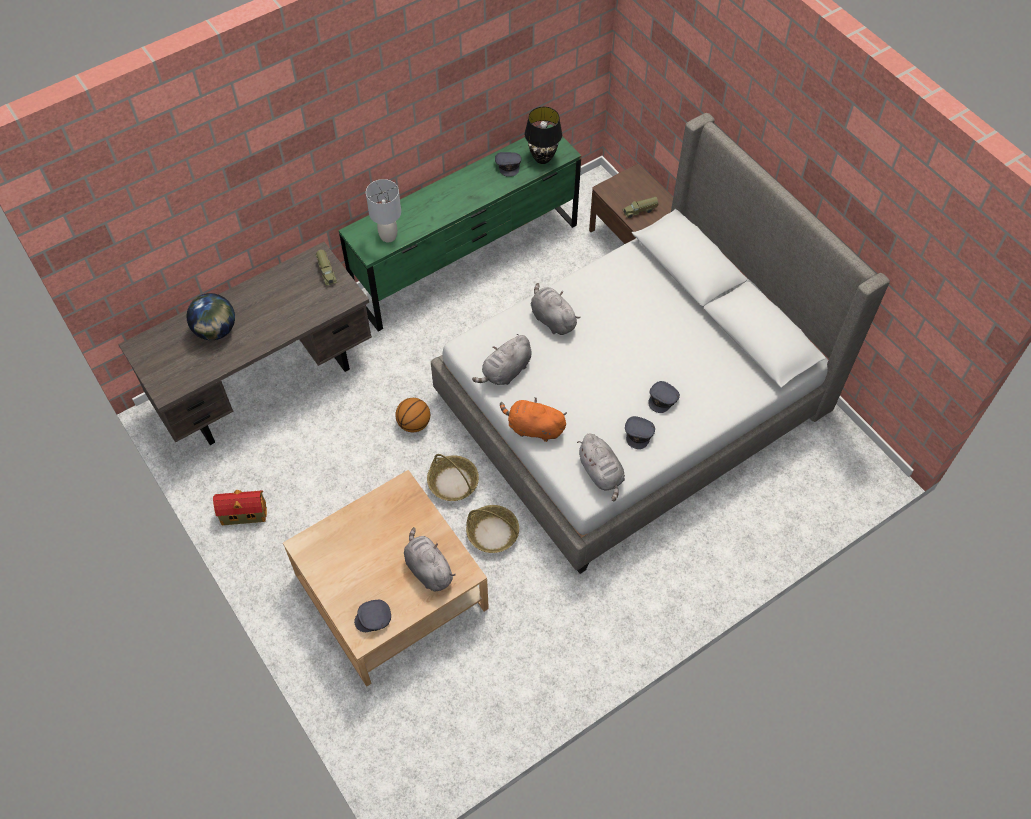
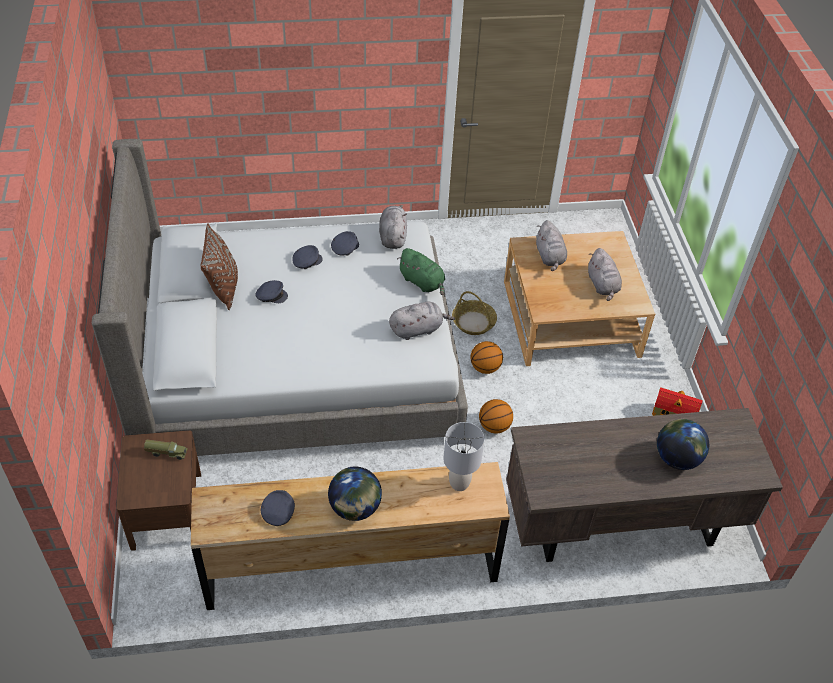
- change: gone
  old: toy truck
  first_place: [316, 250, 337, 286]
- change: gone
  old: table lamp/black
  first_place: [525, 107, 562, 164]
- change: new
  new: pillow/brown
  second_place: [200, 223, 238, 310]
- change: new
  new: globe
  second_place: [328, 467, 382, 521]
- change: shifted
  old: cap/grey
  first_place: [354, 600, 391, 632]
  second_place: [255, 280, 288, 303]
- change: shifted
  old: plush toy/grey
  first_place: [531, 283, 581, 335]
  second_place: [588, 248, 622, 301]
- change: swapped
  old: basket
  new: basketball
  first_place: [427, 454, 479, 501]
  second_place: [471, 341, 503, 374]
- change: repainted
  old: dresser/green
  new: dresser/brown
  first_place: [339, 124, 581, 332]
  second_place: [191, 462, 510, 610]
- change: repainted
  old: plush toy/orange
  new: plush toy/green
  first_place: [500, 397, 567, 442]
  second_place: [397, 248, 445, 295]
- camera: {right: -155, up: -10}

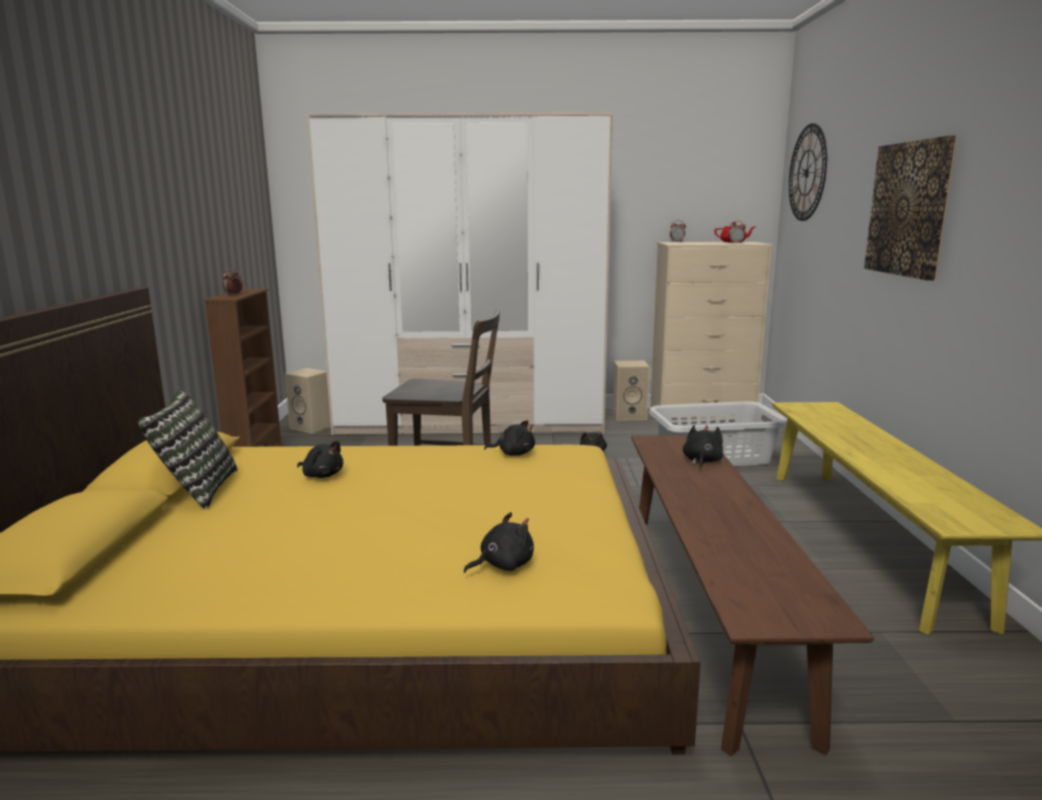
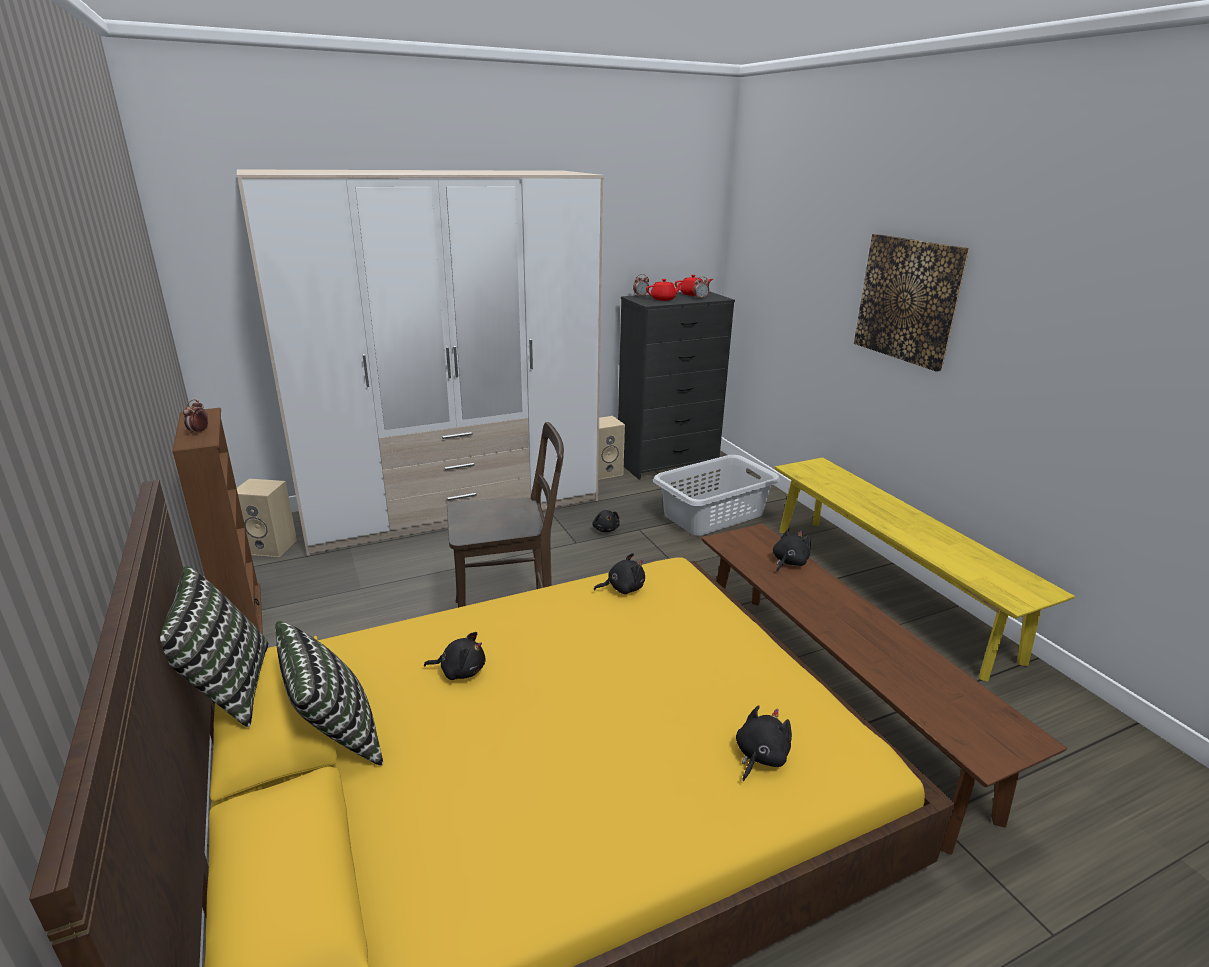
- change: gone
  old: wall clock
  first_place: [789, 123, 827, 221]
- change: new
  new: pillow
  second_place: [160, 566, 269, 727]
- change: new
  new: teapot/red
  second_place: [646, 279, 683, 301]
- change: repainted
  old: dresser/beige
  new: dresser/black
  first_place: [651, 242, 773, 418]
  second_place: [618, 291, 735, 480]
- change: rotated
  old: plush toy/black
  first_place: [683, 425, 723, 469]
  second_place: [773, 528, 811, 572]
  degrees: 45
- camera: {right: -25, up: 10}

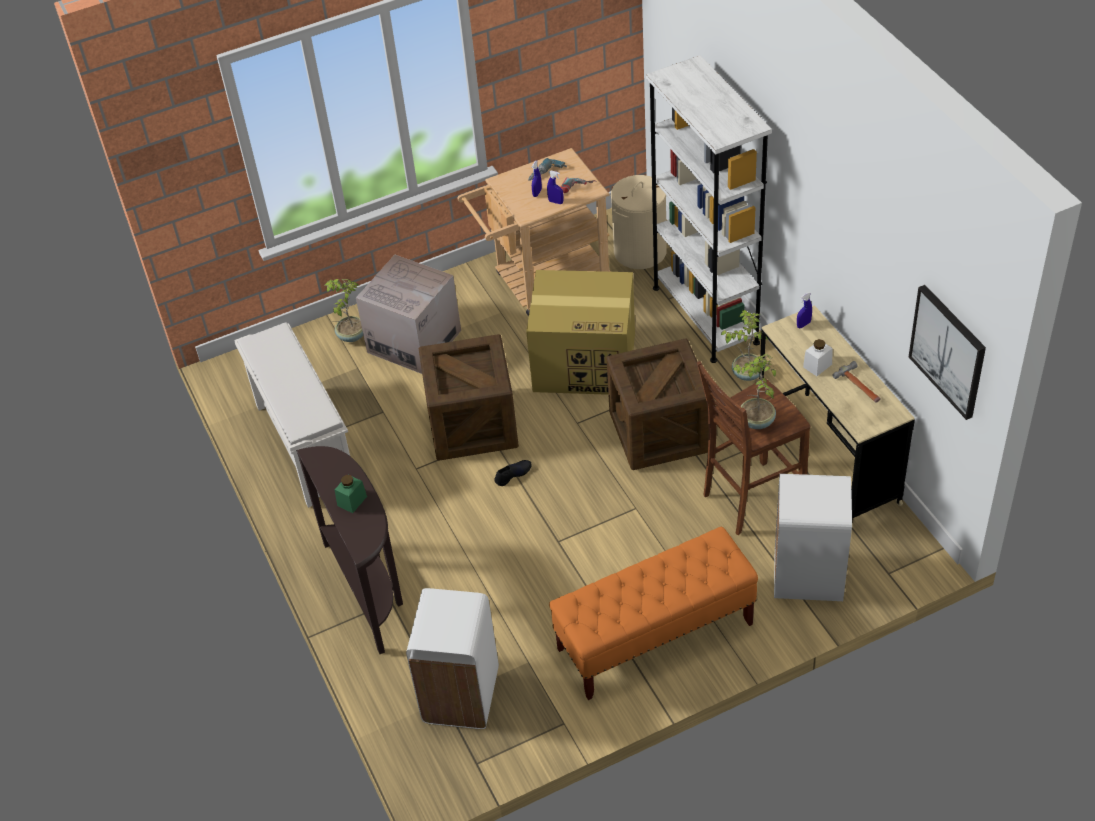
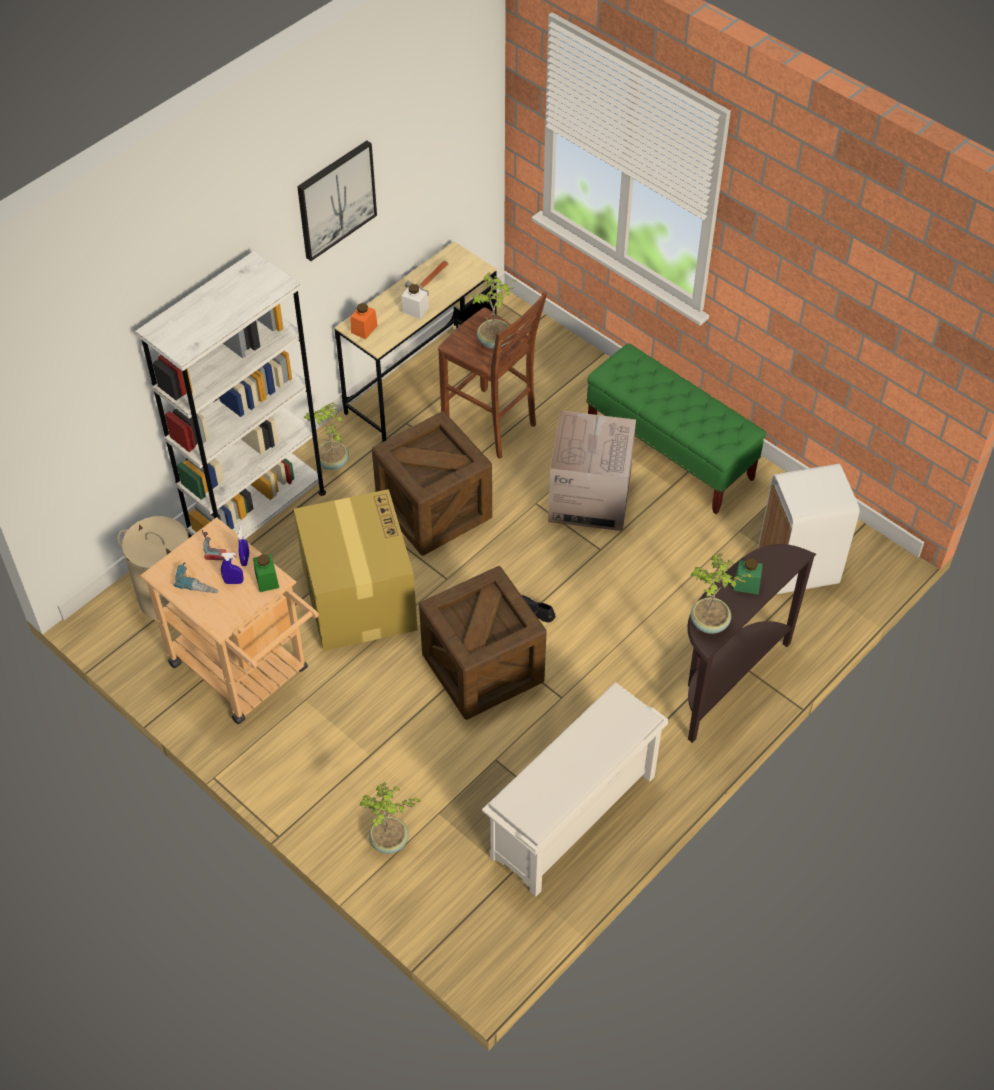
- change: gone
  old: trash can/white
  first_place: [774, 474, 852, 601]
- change: new
  new: jar/green
  second_place: [253, 554, 279, 592]
- change: new
  new: potted plant
  second_place: [690, 553, 753, 634]
- change: shifted
  old: cardboard box
  first_place: [356, 255, 461, 374]
  second_place: [548, 411, 636, 531]
- change: shifted
  old: picture
  first_place: [909, 285, 986, 420]
  second_place: [297, 140, 377, 261]
- change: swapped
  old: spray bottle/blue
  new: jar/orange
  first_place: [797, 292, 812, 329]
  second_place: [350, 303, 378, 339]
- change: repainted
  old: bench/orange
  new: bench/green
  first_place: [549, 527, 758, 700]
  second_place: [586, 344, 766, 514]
- camera: {right: -115, up: 5}

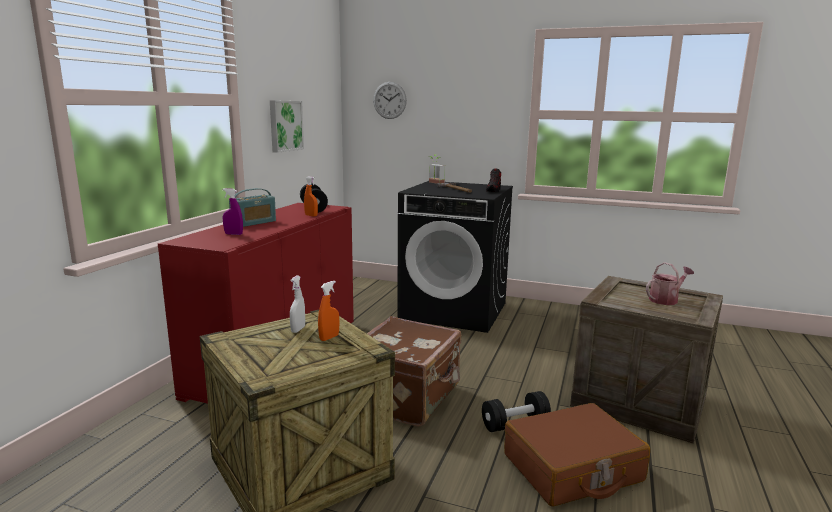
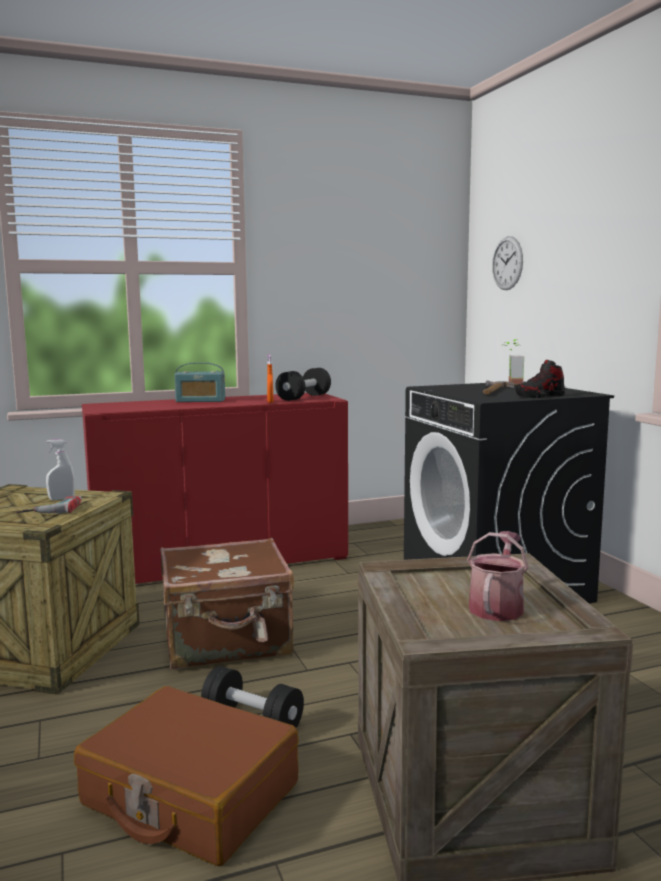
- change: gone
  old: spray bottle/purple
  first_place: [223, 188, 243, 235]
- change: gone
  old: picture
  first_place: [270, 100, 304, 153]
- change: swapped
  old: spray bottle/orange
  new: power drill
  first_place: [318, 281, 339, 341]
  second_place: [16, 496, 82, 514]
- change: rotated
  old: watering can
  first_place: [646, 262, 694, 305]
  second_place: [467, 531, 529, 621]
  degrees: -90
- camera: {right: 50, up: -5}

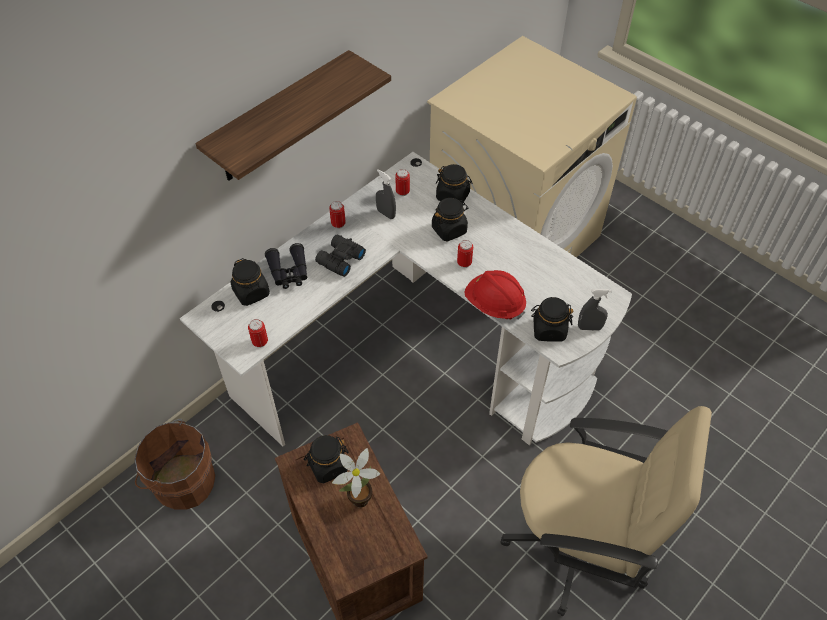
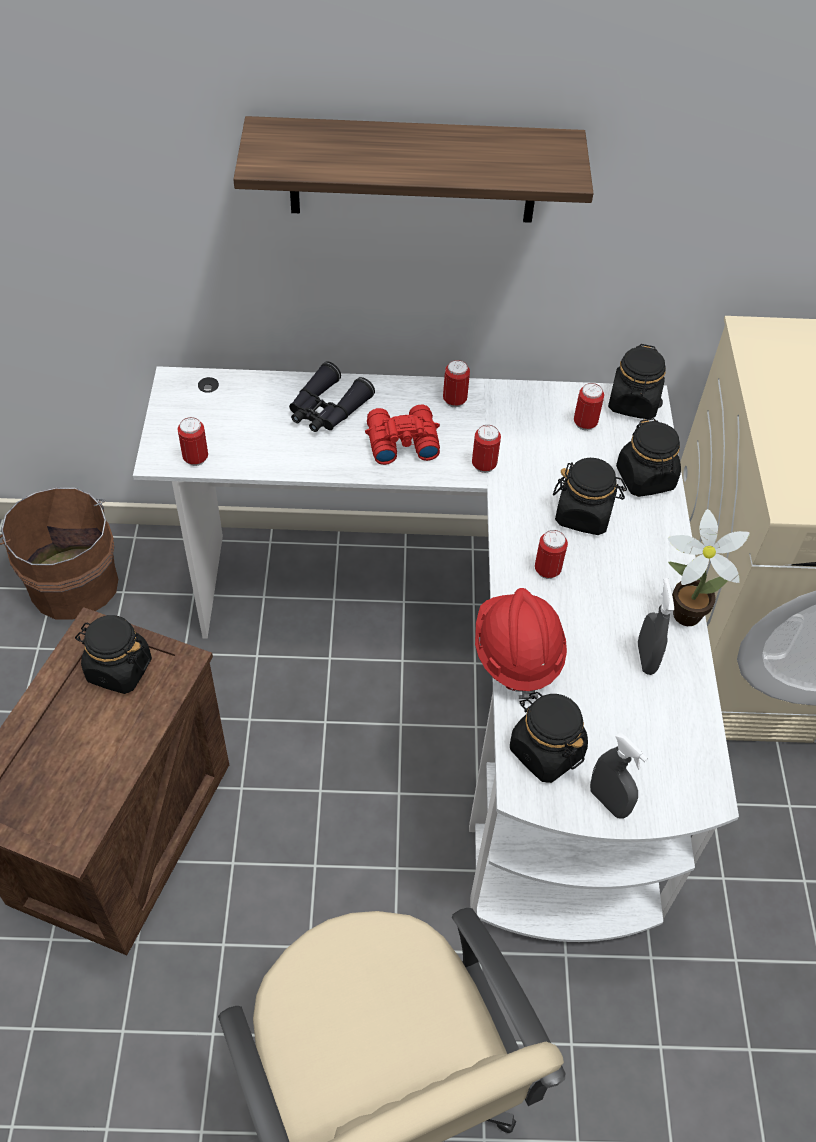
- change: new
  new: can
  second_place: [472, 425, 501, 473]
- change: shifted
  old: jar/black
  first_place: [230, 258, 270, 306]
  second_place: [608, 344, 666, 419]
- change: shifted
  old: potted plant
  first_place: [332, 448, 380, 508]
  second_place: [668, 509, 750, 626]
- change: shifted
  old: spray bottle/grey
  first_place: [376, 169, 396, 219]
  second_place: [638, 578, 674, 675]
- change: repainted
  old: binoculars/black
  new: binoculars/red
  first_place: [315, 235, 366, 277]
  second_place: [365, 405, 440, 465]
- camera: {right: 45, up: 0}

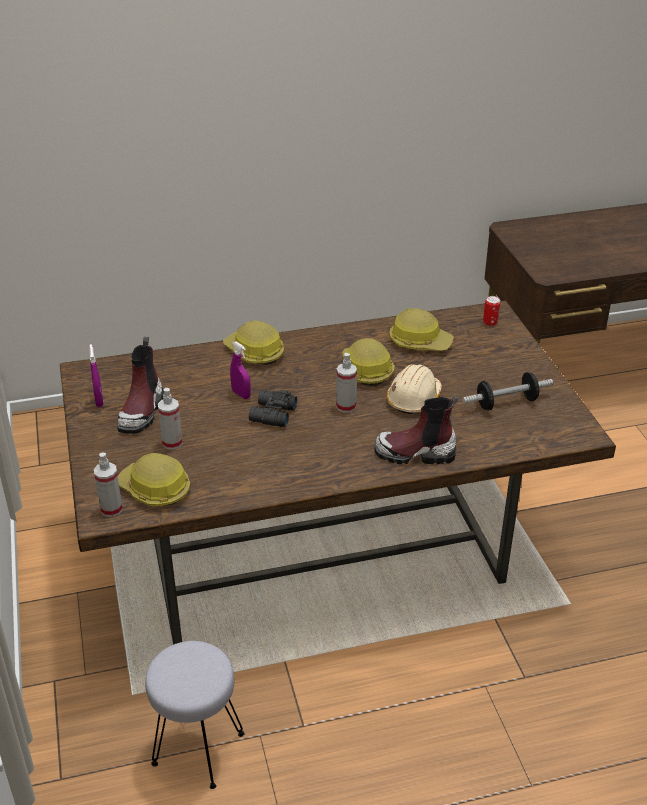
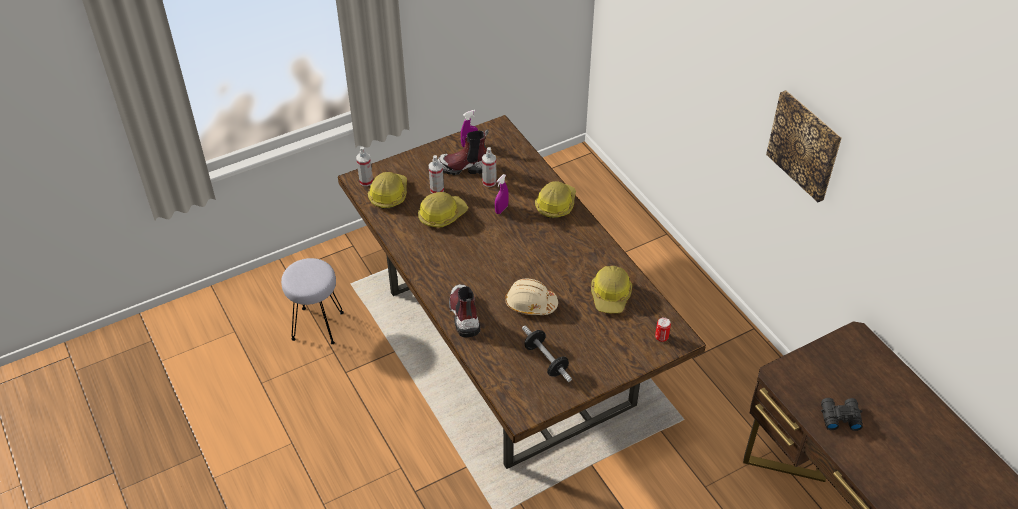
- change: new
  new: picture
  second_place: [766, 90, 841, 202]
- change: shifted
  old: binoculars/black
  first_place: [249, 390, 297, 427]
  second_place: [821, 398, 863, 431]
- change: shifted
  old: spray bottle
  first_place: [336, 353, 357, 413]
  second_place: [482, 147, 497, 187]
- change: shifted
  old: hard hat
  first_place: [342, 338, 395, 386]
  second_place: [418, 192, 468, 228]
- camera: {right: 75, up: 10}

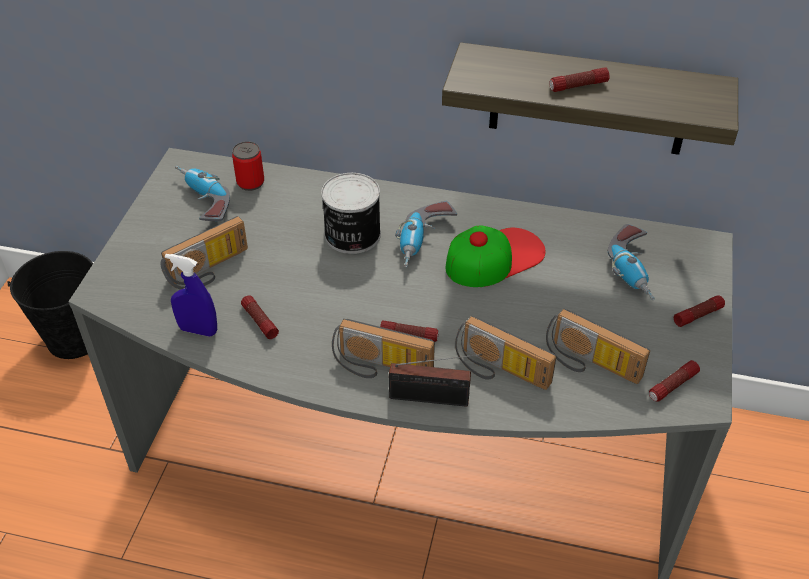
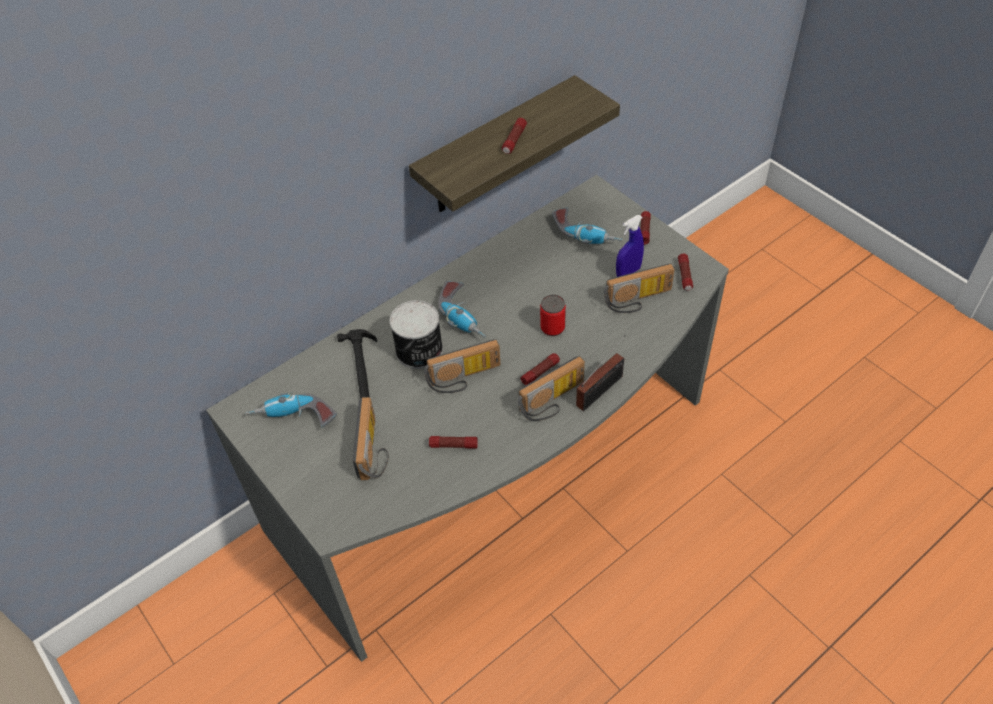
- change: gone
  old: bucket/black
  first_place: [8, 251, 93, 359]
- change: gone
  old: cap
  first_place: [445, 225, 546, 287]
- change: new
  new: hammer
  second_place: [337, 329, 377, 399]
- change: shifted
  old: spray bottle/blue
  first_place: [165, 254, 217, 337]
  second_place: [616, 215, 644, 277]
- change: shifted
  old: can
  first_place: [232, 141, 264, 191]
  second_place: [540, 295, 566, 336]
- change: shifted
  old: radio
  first_place: [455, 316, 556, 390]
  second_place: [424, 339, 500, 393]
- camera: {right: -50, up: 5}

